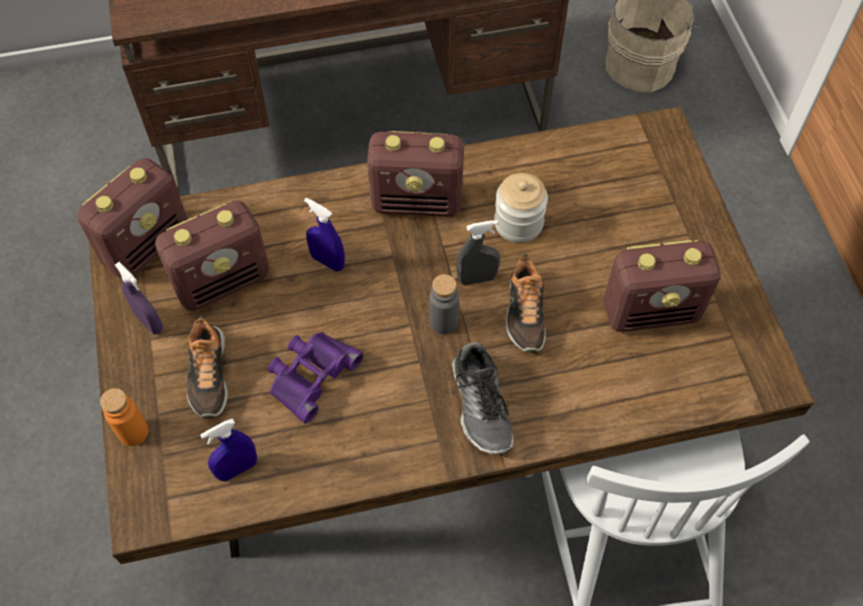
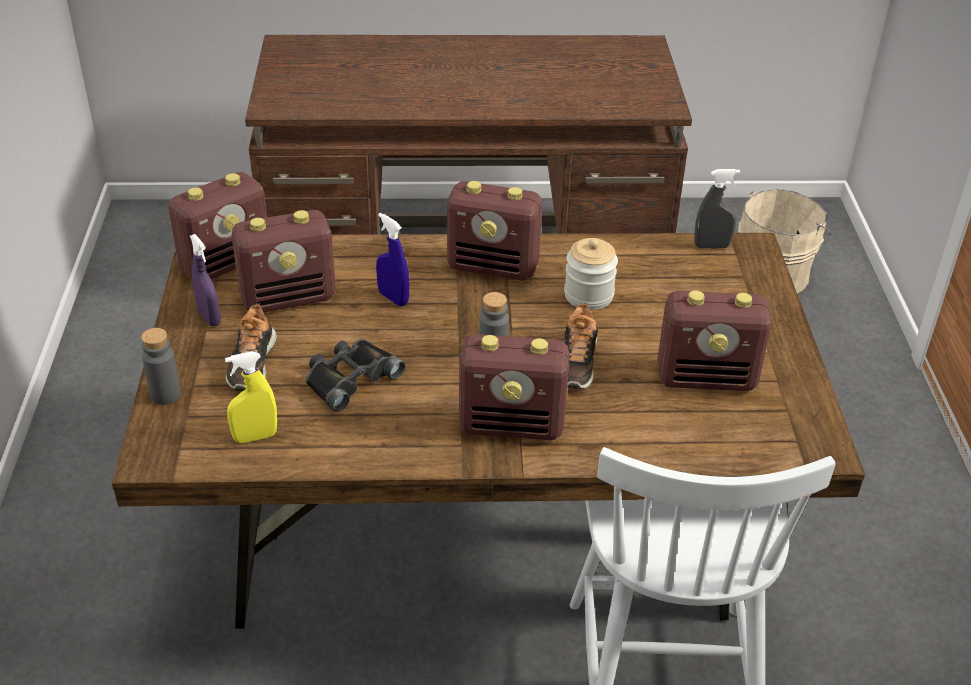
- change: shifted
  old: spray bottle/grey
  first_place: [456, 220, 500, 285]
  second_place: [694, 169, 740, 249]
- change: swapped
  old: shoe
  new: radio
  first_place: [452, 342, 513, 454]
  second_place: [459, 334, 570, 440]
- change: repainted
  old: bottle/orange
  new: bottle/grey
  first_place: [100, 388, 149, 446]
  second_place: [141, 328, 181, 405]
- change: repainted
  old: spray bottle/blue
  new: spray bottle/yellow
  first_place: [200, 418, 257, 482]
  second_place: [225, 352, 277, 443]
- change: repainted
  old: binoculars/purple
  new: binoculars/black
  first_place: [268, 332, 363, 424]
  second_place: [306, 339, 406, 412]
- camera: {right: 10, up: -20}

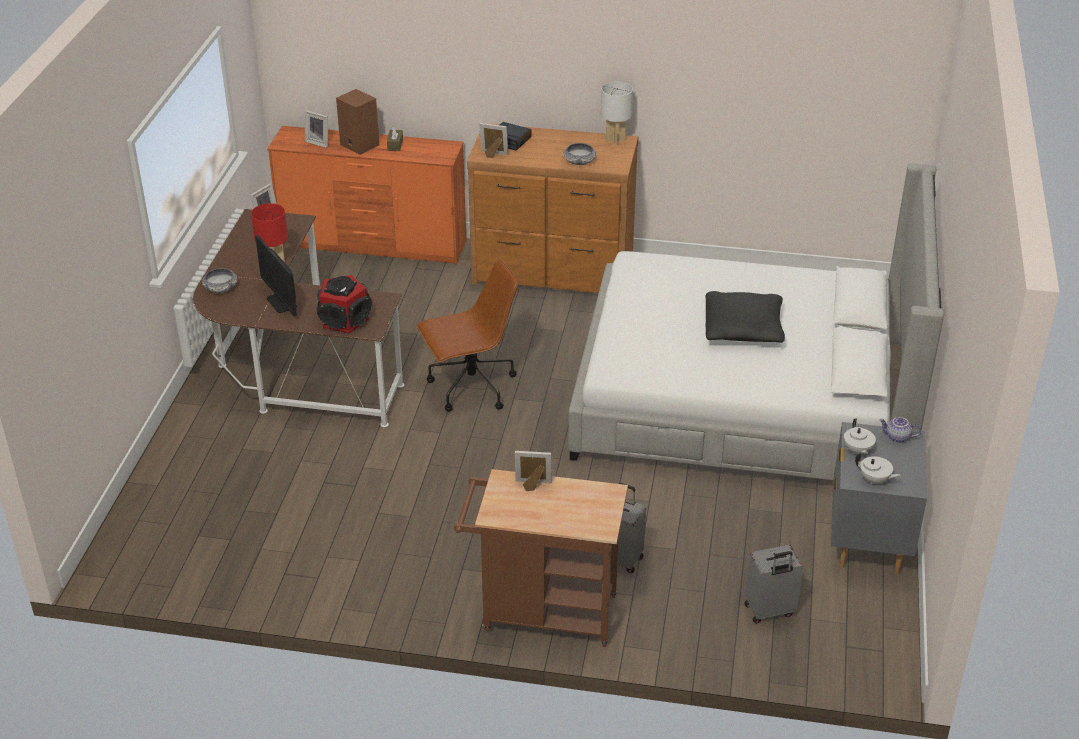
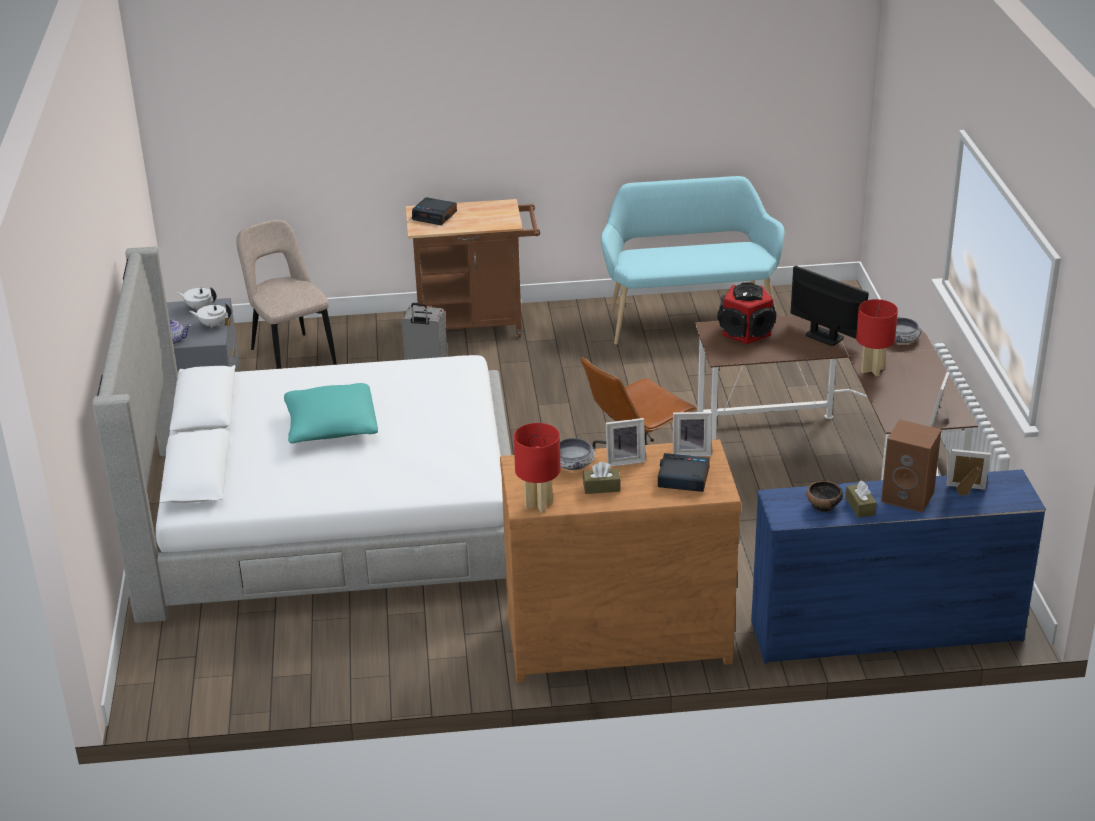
- change: new
  new: alarm clock
  second_place: [412, 197, 457, 225]
- change: new
  new: tissue box/brown
  second_place: [583, 461, 621, 494]
- change: new
  new: bench/turquoise
  second_place: [601, 176, 784, 345]
- change: new
  new: bowl
  second_place: [806, 481, 843, 512]
- change: shifted
  old: picture frame
  first_place: [515, 451, 551, 491]
  second_place: [606, 418, 646, 467]
- change: swapped
  old: suitcase/grey
  new: chair/beige
  first_place: [745, 545, 803, 624]
  second_place: [236, 220, 337, 369]
- change: repainted
  old: dresser/orange
  new: dresser/blue
  first_place: [267, 126, 466, 264]
  second_place: [751, 469, 1046, 664]
- change: repainted
  old: table lamp/white
  new: table lamp/red
  first_place: [601, 82, 633, 145]
  second_place: [514, 423, 561, 513]
- change: repainted
  old: pillow/black
  new: pillow/turquoise
  first_place: [705, 291, 785, 343]
  second_place: [284, 383, 378, 443]
- change: rotated
  old: teapot/white
  first_place: [844, 418, 876, 454]
  second_place: [189, 303, 231, 329]
  degrees: -60
- camera: {right: 165, up: -5}

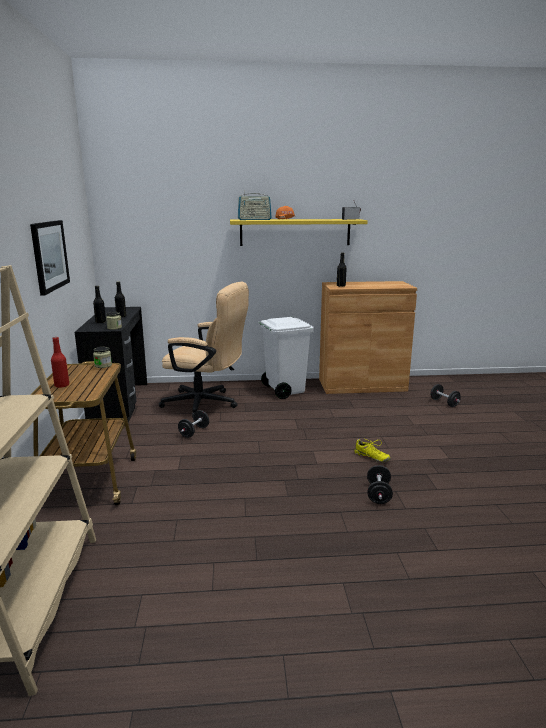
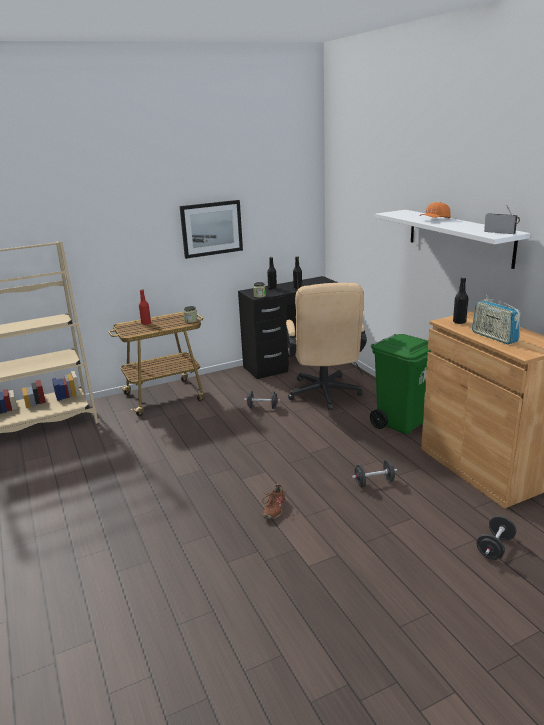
- change: shifted
  old: radio
  first_place: [238, 190, 272, 220]
  second_place: [472, 295, 520, 345]
- change: shifted
  old: dumbbell/black
  first_place: [367, 465, 393, 504]
  second_place: [352, 460, 397, 487]
- change: repainted
  old: shelf/yellow
  new: shelf/white
  first_place: [230, 219, 368, 246]
  second_place: [375, 210, 531, 269]
- change: repainted
  old: trash can/white
  new: trash can/green
  first_place: [258, 317, 314, 399]
  second_place: [370, 334, 431, 434]
- change: repainted
  old: shoe/yellow
  new: shoe/brown
  first_place: [354, 439, 391, 462]
  second_place: [262, 484, 287, 519]
- camera: {right: 70, up: 5}

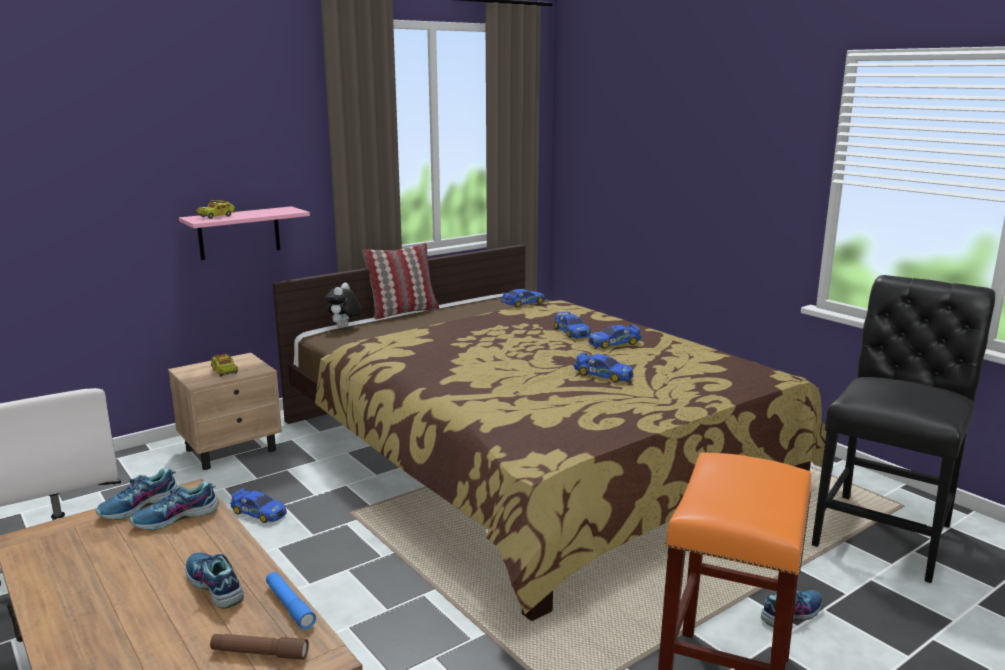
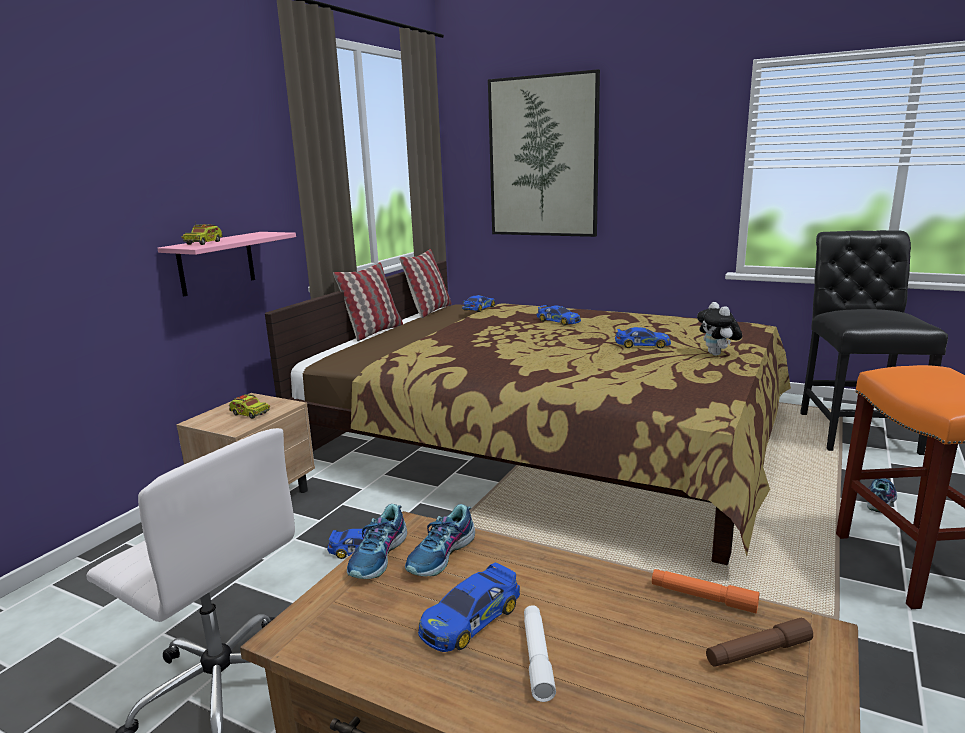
- change: gone
  old: shoe
  first_place: [185, 552, 244, 609]
- change: new
  new: pillow
  second_place: [399, 249, 451, 318]
- change: new
  new: picture
  second_place: [488, 69, 600, 237]
- change: new
  new: flashlight/white
  second_place: [524, 605, 556, 702]
- change: shifted
  old: plush toy
  first_place: [325, 283, 361, 328]
  second_place: [697, 302, 742, 356]
- change: shifted
  old: toy car
  first_place: [588, 325, 642, 349]
  second_place: [418, 562, 520, 652]
- change: repainted
  old: flashlight/blue
  new: flashlight/orange
  first_place: [266, 572, 316, 629]
  second_place: [652, 569, 759, 613]
- camera: {right: -25, up: 0}

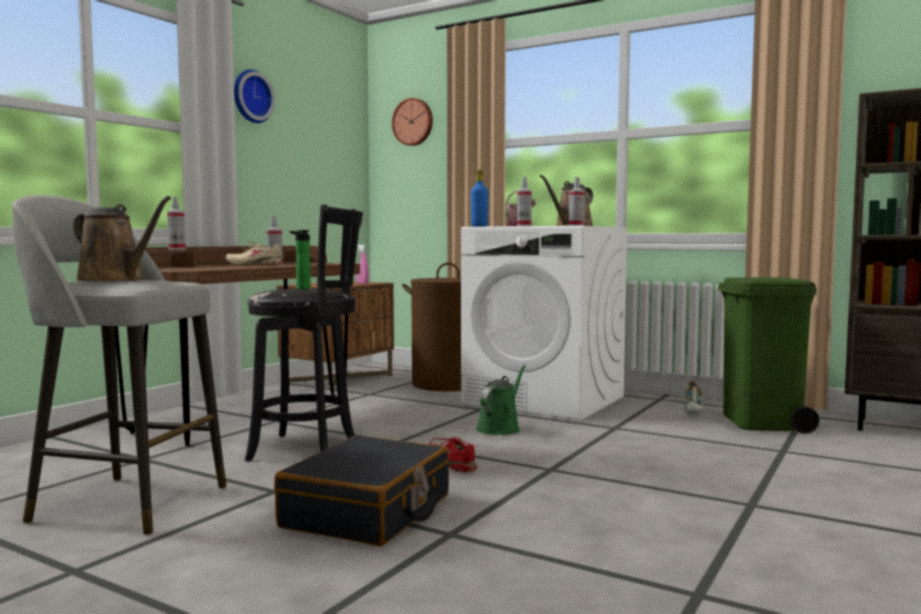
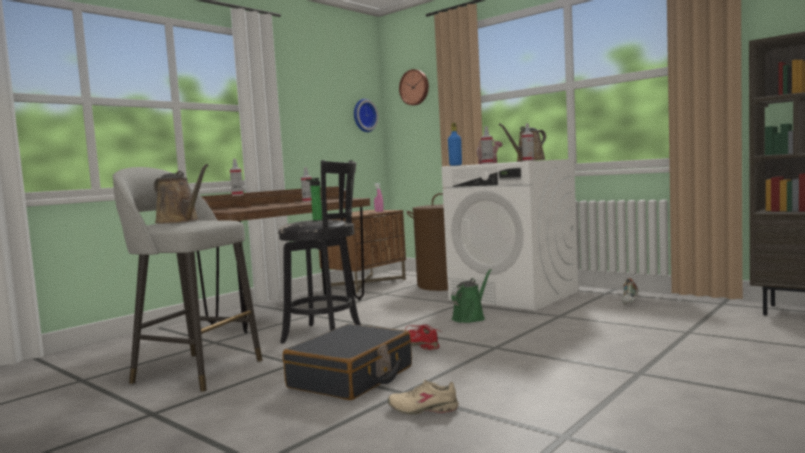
- change: gone
  old: trash can/green
  first_place: [718, 277, 820, 434]
- change: shifted
  old: shoe/beige
  first_place: [225, 241, 282, 266]
  second_place: [388, 380, 459, 415]
- change: shifted
  old: wall clock
  first_place: [234, 69, 275, 123]
  second_place: [354, 99, 379, 132]
- camera: {right: 10, up: 0}

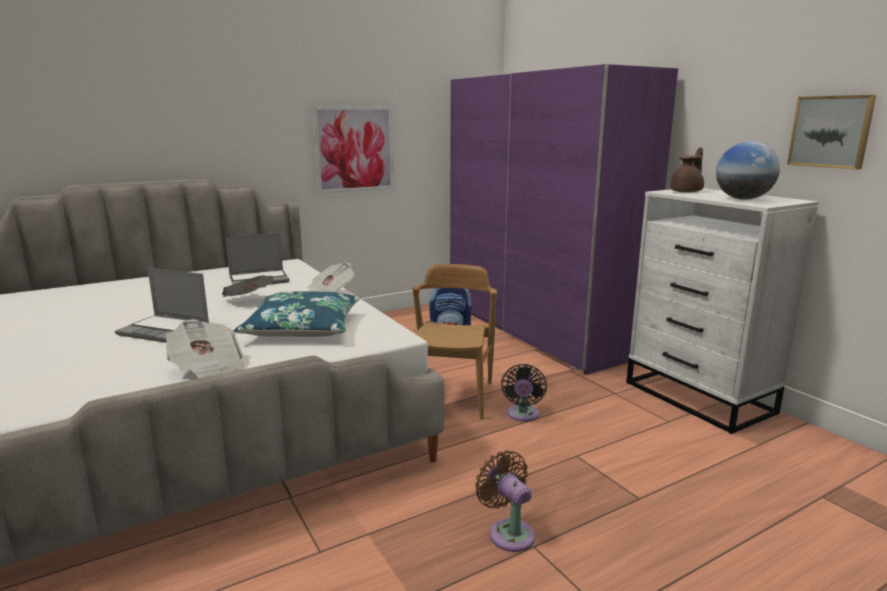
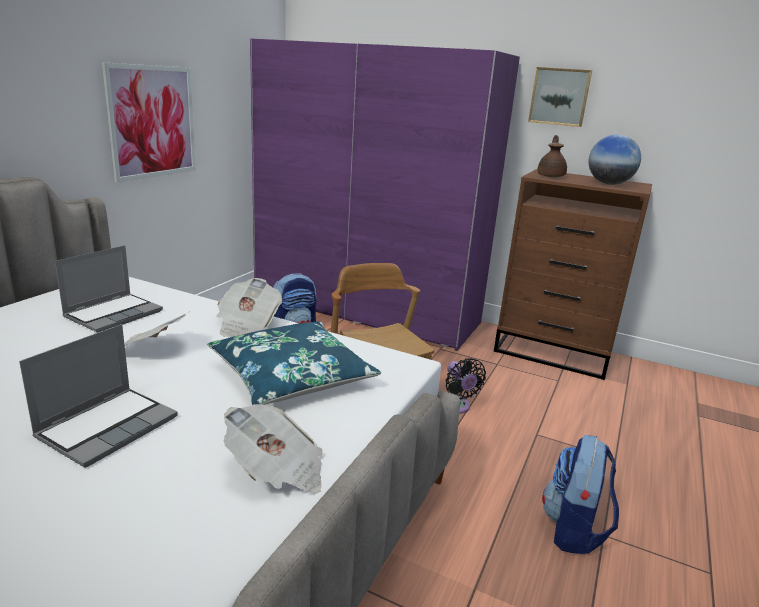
- change: shifted
  old: picture
  first_place: [787, 95, 876, 170]
  second_place: [528, 67, 592, 127]
- change: swapped
  old: fan/brown
  new: backpack
  first_place: [475, 450, 535, 552]
  second_place: [542, 435, 619, 554]
- change: repainted
  old: dresser/white
  new: dresser/brown
  first_place: [626, 188, 818, 434]
  second_place: [494, 169, 652, 380]
- change: rotated
  old: laptop
  first_place: [115, 268, 209, 343]
  second_place: [19, 324, 178, 468]
  degrees: -45
- camera: {right: -35, up: 5}

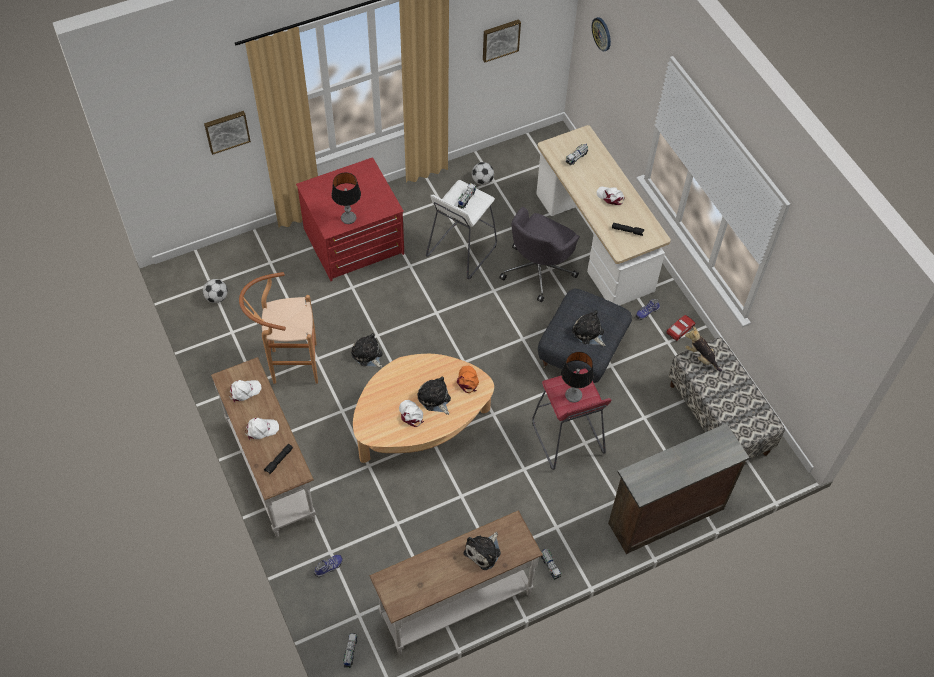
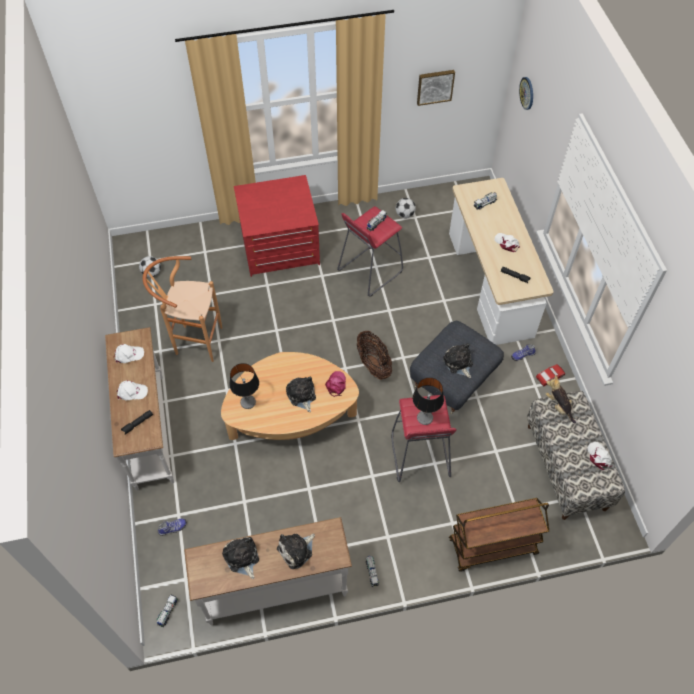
- change: gone
  old: picture
  first_place: [204, 111, 251, 155]
- change: gone
  old: office chair/grey
  first_place: [499, 207, 580, 303]
- change: new
  new: basket
  second_place: [357, 331, 392, 380]
- change: shifted
  old: table lamp
  first_place: [331, 172, 361, 224]
  second_place: [229, 363, 259, 409]
- change: shifted
  old: plush toy
  first_place: [351, 333, 383, 368]
  second_place: [222, 537, 259, 579]
- change: shifted
  old: cap/white
  first_place: [399, 400, 425, 427]
  second_place: [588, 442, 612, 470]
- change: swapped
  old: dresser/brown
  new: cart/brown
  first_place: [608, 423, 750, 554]
  second_place: [449, 498, 549, 572]
- change: repainted
  old: stool/white
  new: stool/red
  first_place: [426, 180, 497, 279]
  second_place: [337, 206, 403, 297]
- change: repainted
  old: cap/orange
  new: cap/pink
  first_place: [457, 365, 479, 393]
  second_place: [325, 371, 346, 397]
- camera: {right: 15, up: 0}

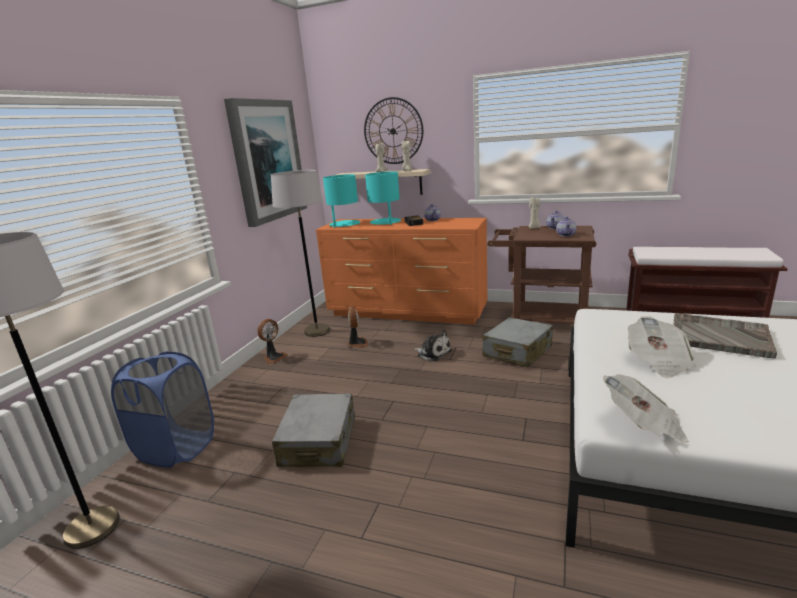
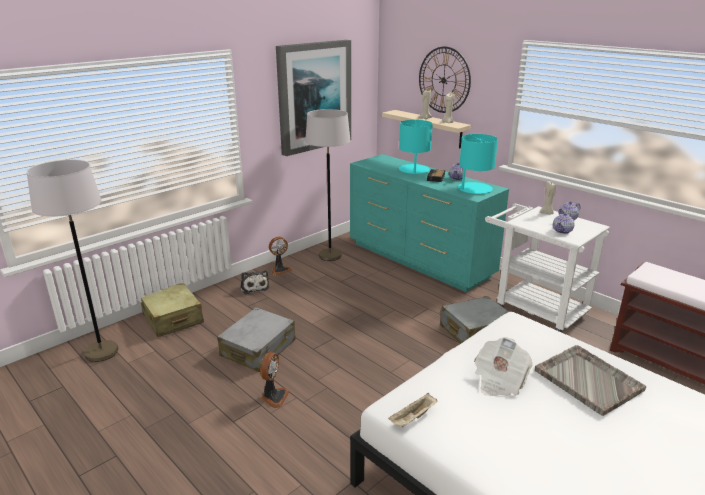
- change: shifted
  old: table lamp/turquoise
  first_place: [323, 174, 360, 228]
  second_place: [456, 134, 498, 194]
- change: shifted
  old: fan
  first_place: [348, 306, 368, 348]
  second_place: [260, 352, 290, 408]
- change: shifted
  old: plush toy
  first_place: [414, 330, 452, 361]
  second_place: [240, 270, 269, 295]
- change: swapped
  old: laundry basket/blue
  new: suitcase/beige
  first_place: [111, 351, 214, 468]
  second_place: [141, 283, 204, 337]
- change: swapped
  old: newspaper
  new: tray/beige
  first_place: [603, 374, 689, 443]
  second_place: [388, 393, 438, 427]
- change: repainted
  old: dresser/orange
  new: dresser/turquoise
  first_place: [316, 218, 487, 325]
  second_place: [350, 154, 509, 292]
- change: repainted
  old: cart/brown
  new: cart/white
  first_place: [487, 226, 596, 324]
  second_place: [485, 204, 610, 333]
- camera: {right: 25, up: 5}

